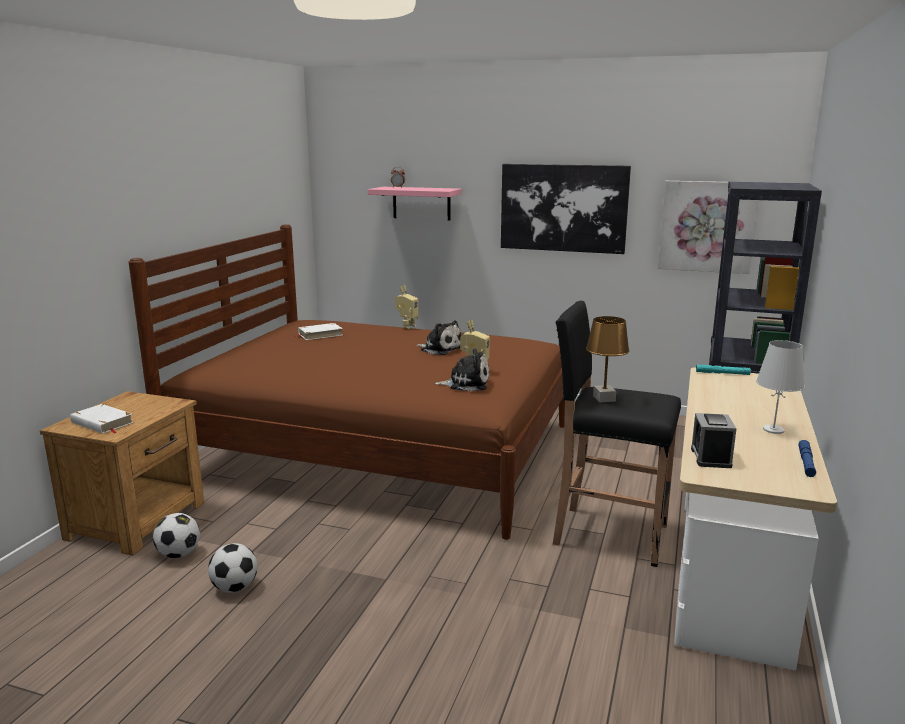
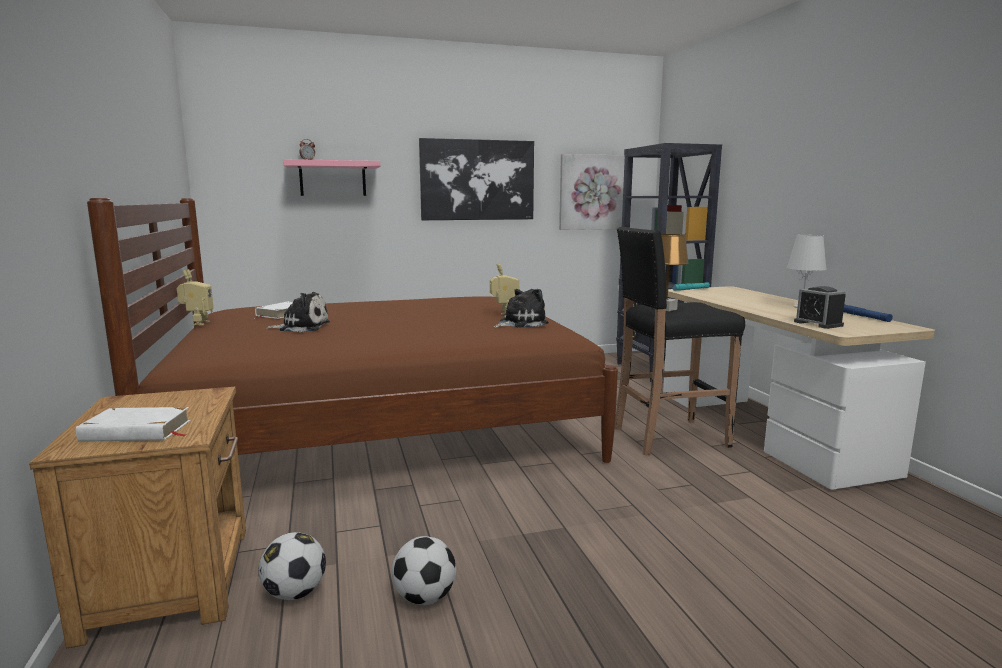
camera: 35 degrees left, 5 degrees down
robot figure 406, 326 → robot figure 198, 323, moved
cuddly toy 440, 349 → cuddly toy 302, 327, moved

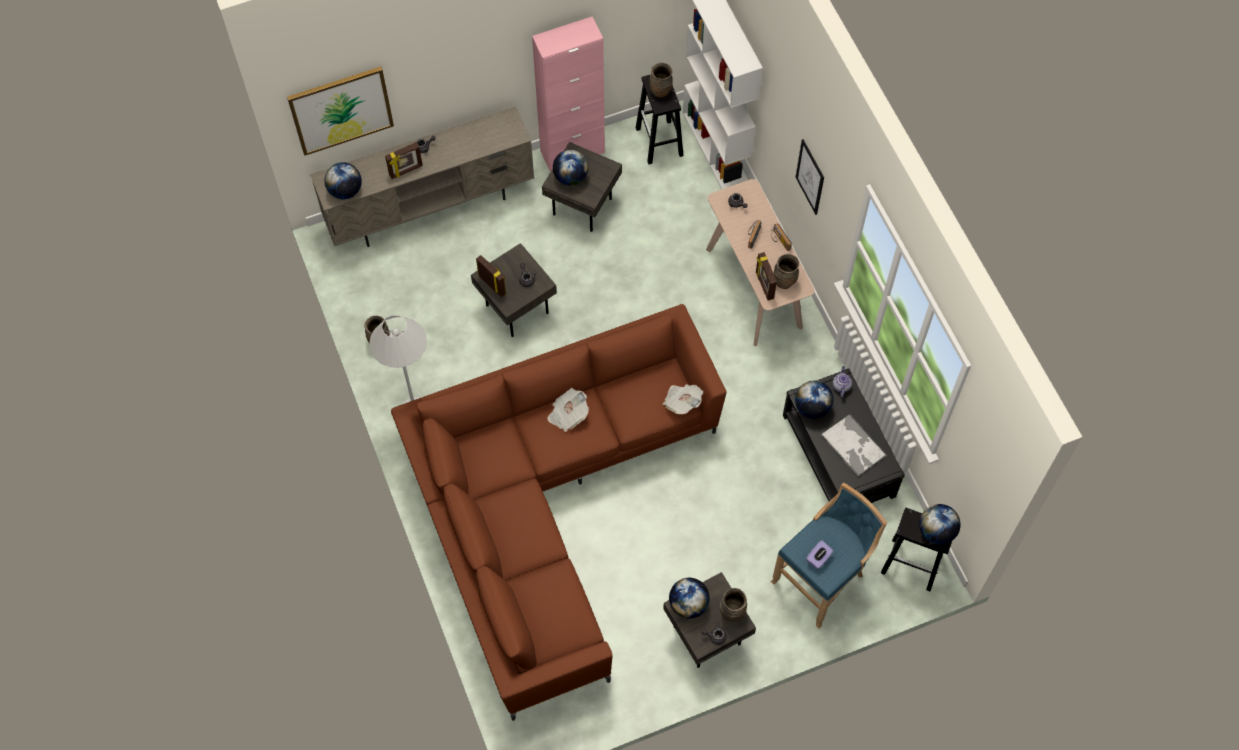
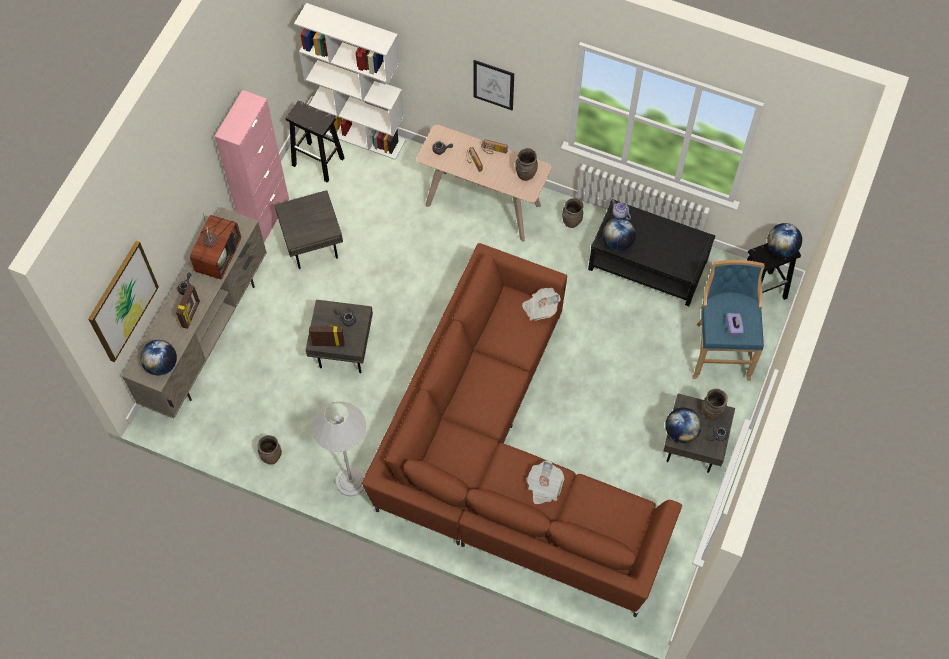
camera: 45 degrees left, 0 degrees up
brownish flower vase 660, 91 → brownish flower vase 571, 222, moved
desk globe 570, 177 → -
standing frame 764, 285 → -
daily paper 567, 414 → daily paper 544, 487, moved
tray 853, 445 → -
- → television 217, 254

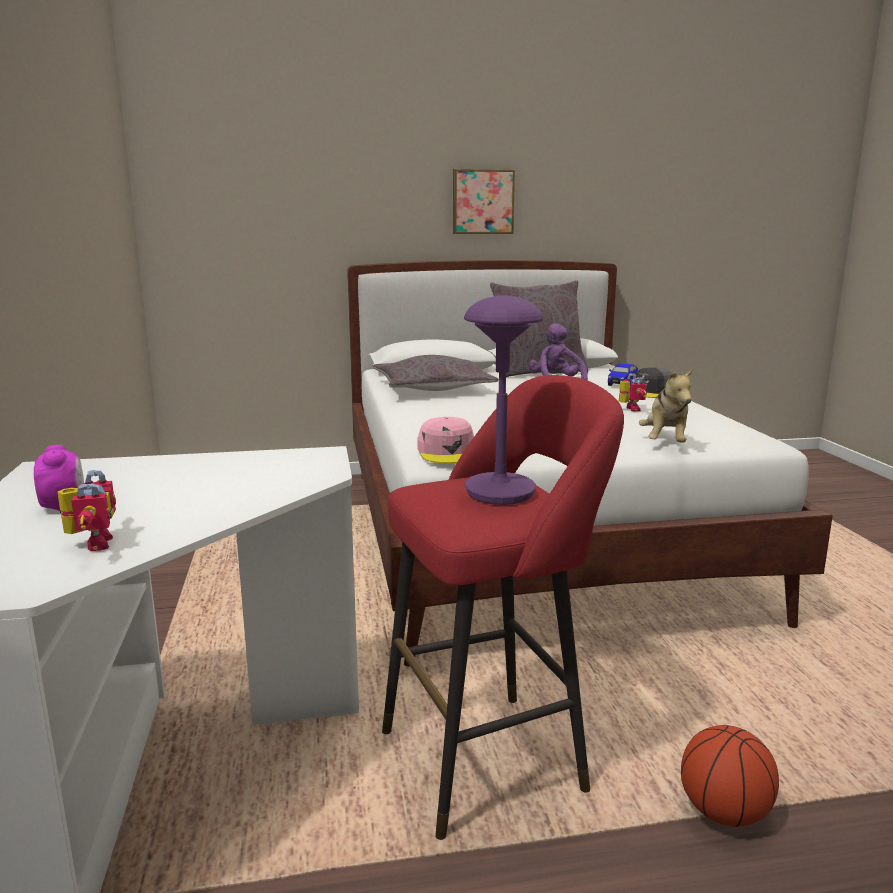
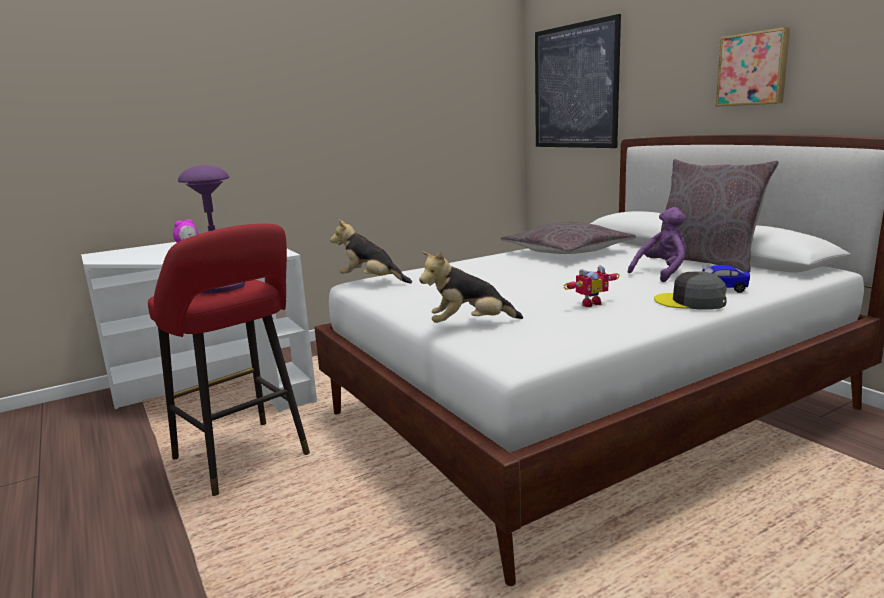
camera: 70 degrees right, 0 degrees up
pink-coloured baseball cap 448, 452 → cuddly toy 371, 281
robot figure 91, 544 → -
basketball 724, 813 → -
- → wall picture 575, 87

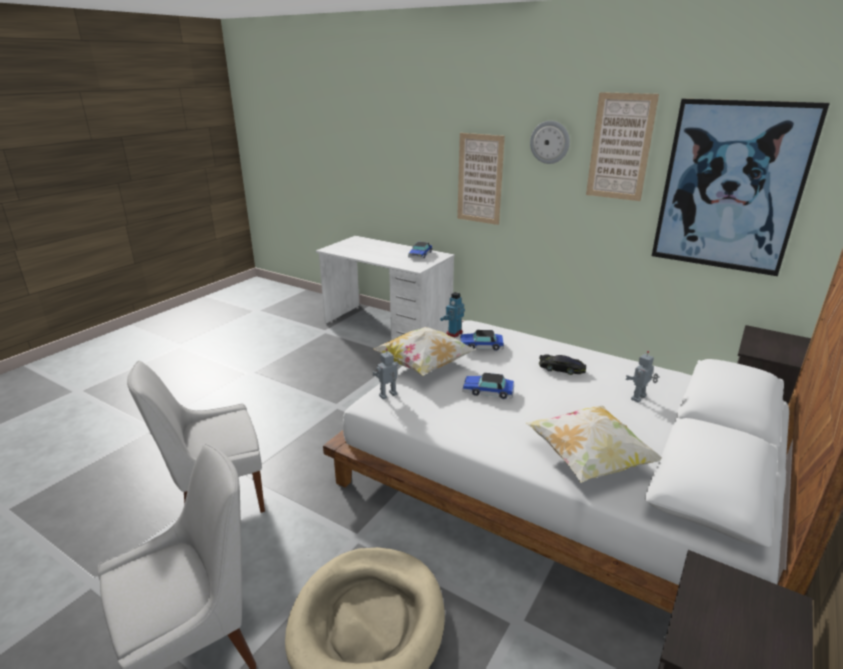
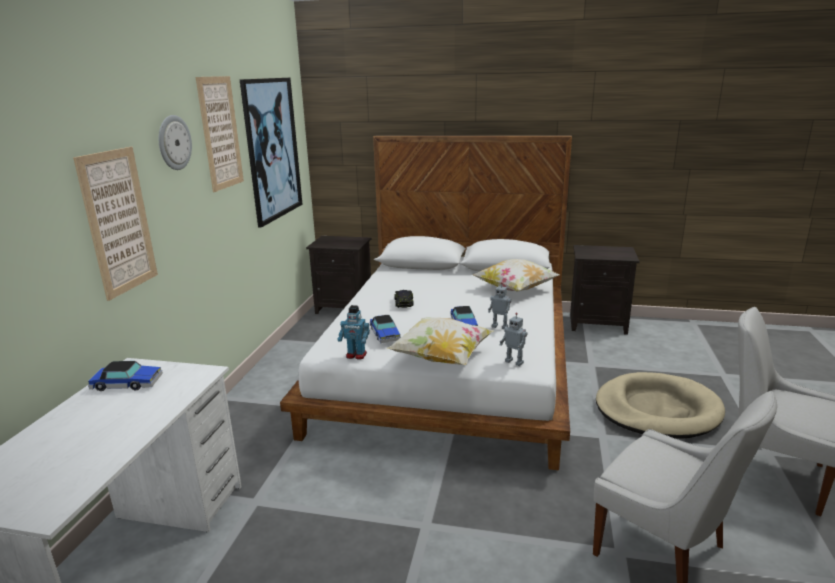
camera: 110 degrees left, 5 degrees down
robot figure 639, 398 → robot figure 500, 326, moved

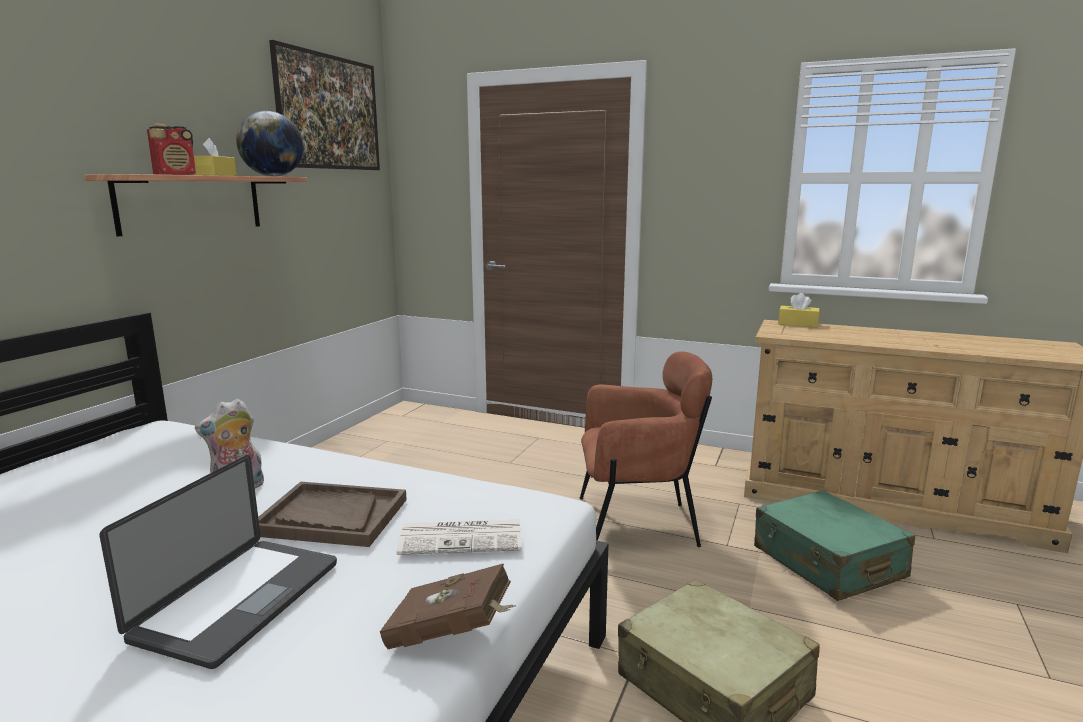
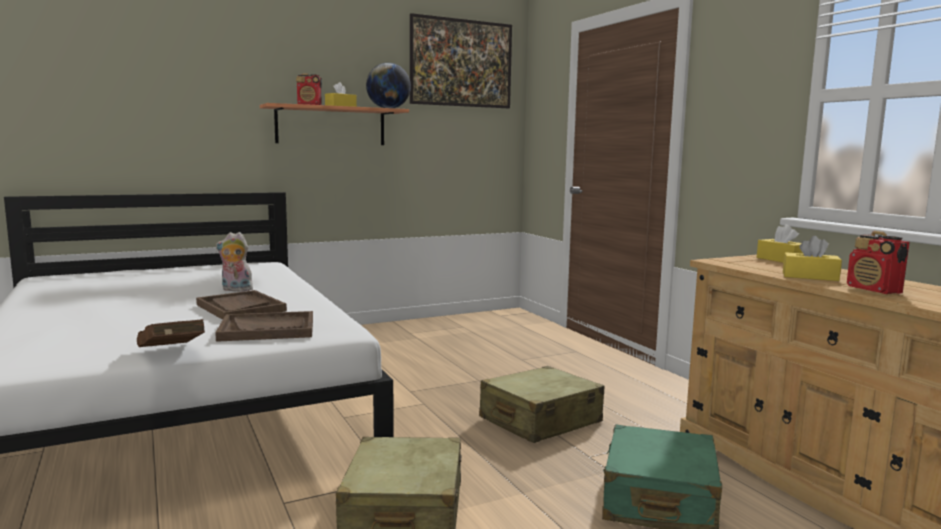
camera: 40 degrees right, 5 degrees down
brownish armchair 636, 525 → beige suitcase 540, 421
portable computer 239, 601 → -
daily paper 463, 538 → brownish tray 268, 329
- → radio 874, 290
- → yellow-coloured box of tissues 810, 276

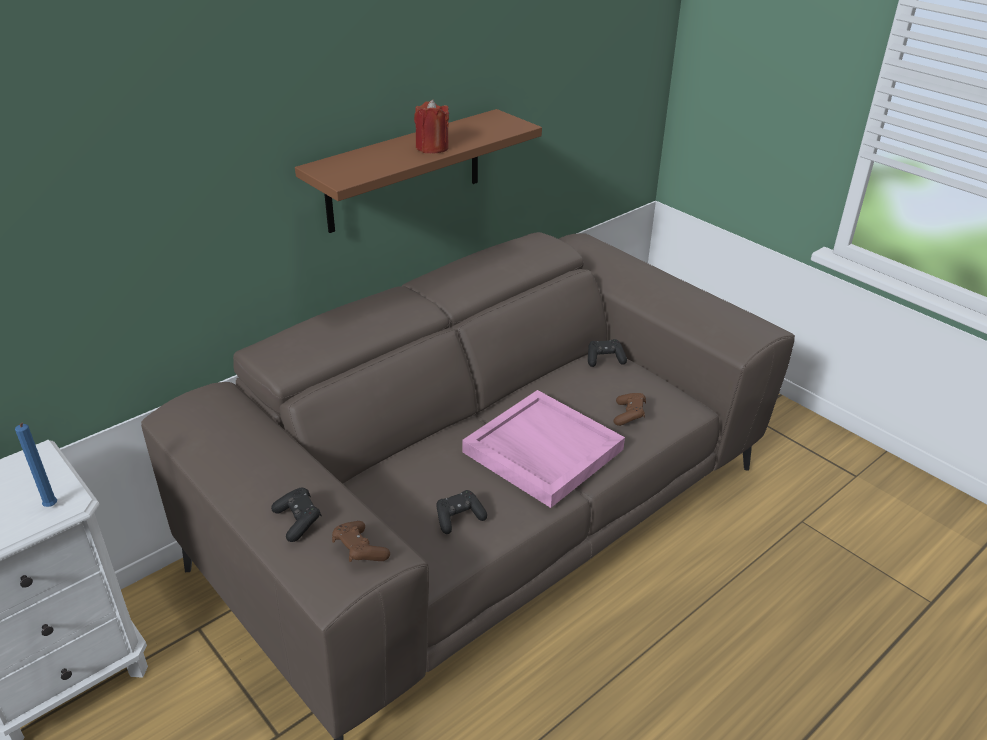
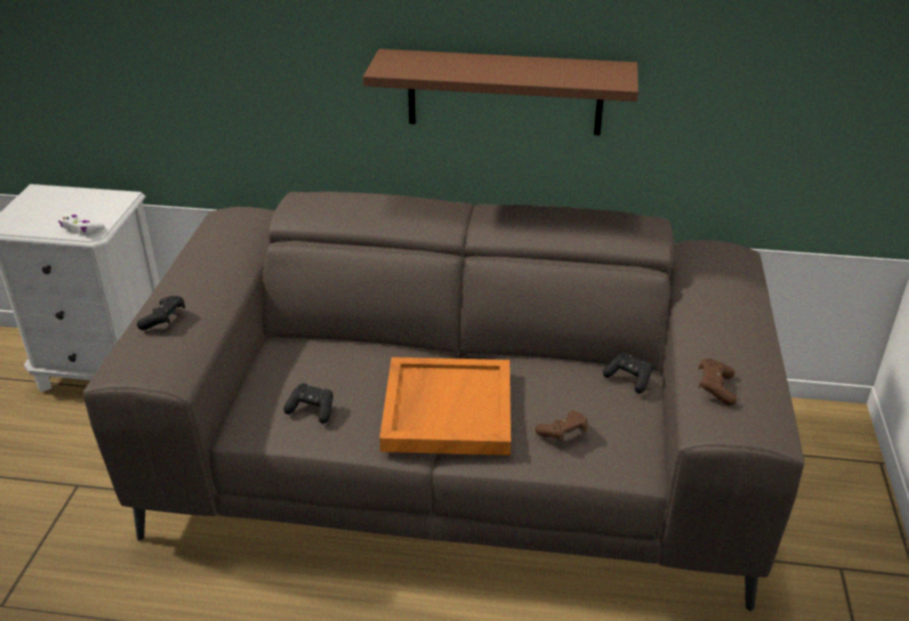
camera: 50 degrees right, 0 degrees up
reddish wax light 432, 148 → -
pink-coloured tray 541, 451 → orange-coloured tray 446, 409
blue wax light 51, 507 → whitish game controller 81, 229
brownish game controller 359, 551 → brownish game controller 715, 389, moved

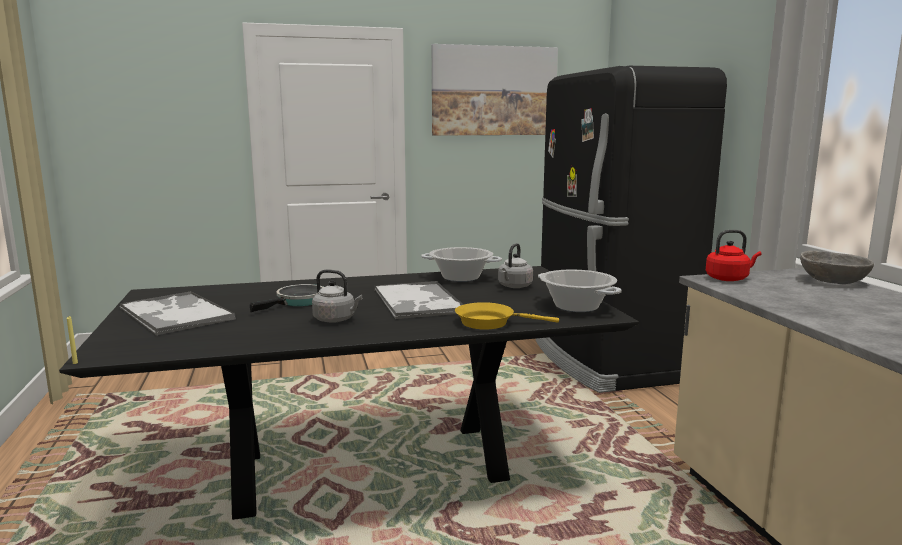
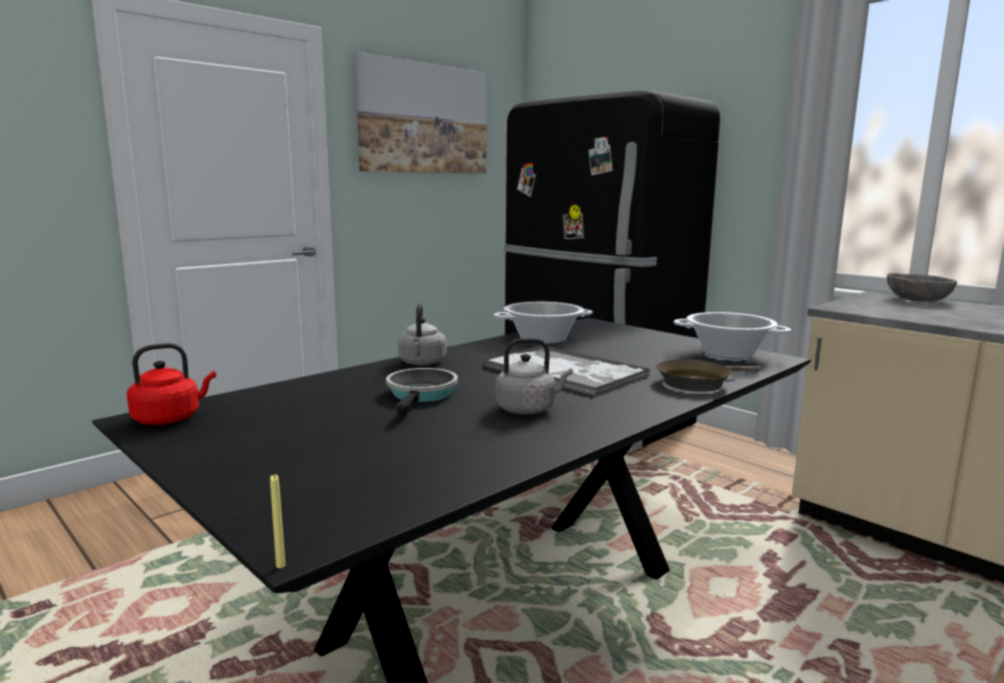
camera: 30 degrees left, 0 degrees up
reddish kettle 729, 279 → reddish kettle 170, 419, moved
grey kettle 514, 286 → grey kettle 422, 363, moved
tray 175, 314 → -
yellow-coloured skillet 490, 322 → brownish skillet 697, 382

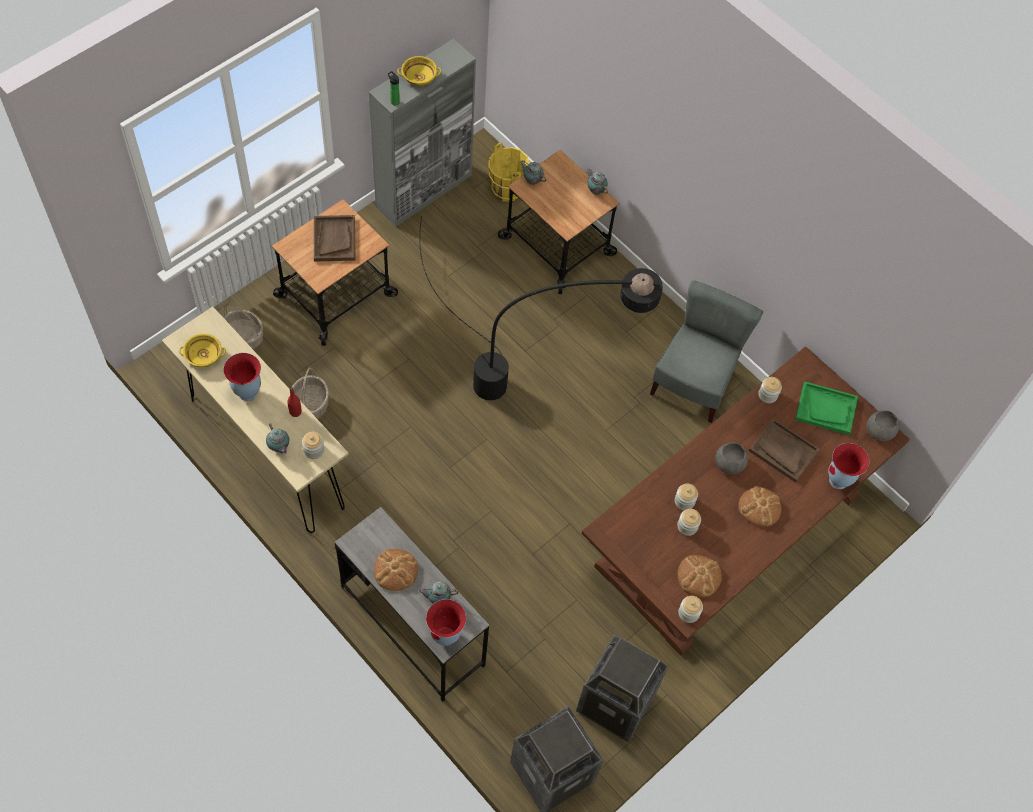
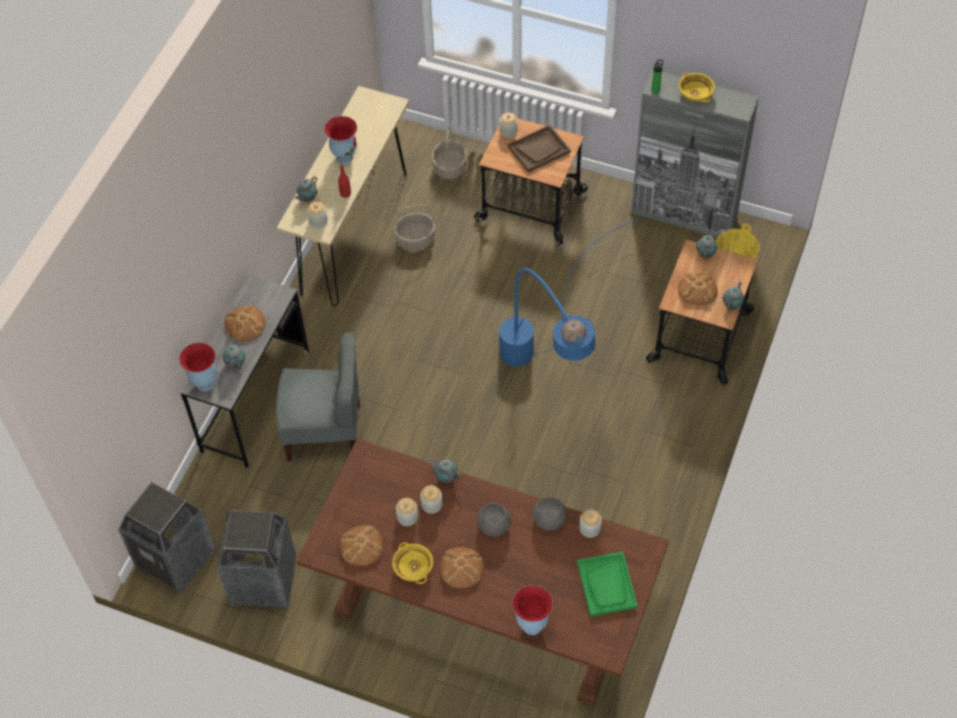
camera: 70 degrees right, 5 degrees down
black standard lamp 532, 372 → blue standard lamp 551, 377
grey upright chair 693, 383 → grey upright chair 324, 431, moved
yellow-coloured bowl 203, 356 → yellow-coloured bowl 413, 567, moved
grey bowl 879, 431 → grey bowl 548, 519, moved
brownish tray 783, 451 → -
storage jar 688, 613 → storage jar 508, 131, moved
- → baked bread 697, 290
- → teapot 445, 477

